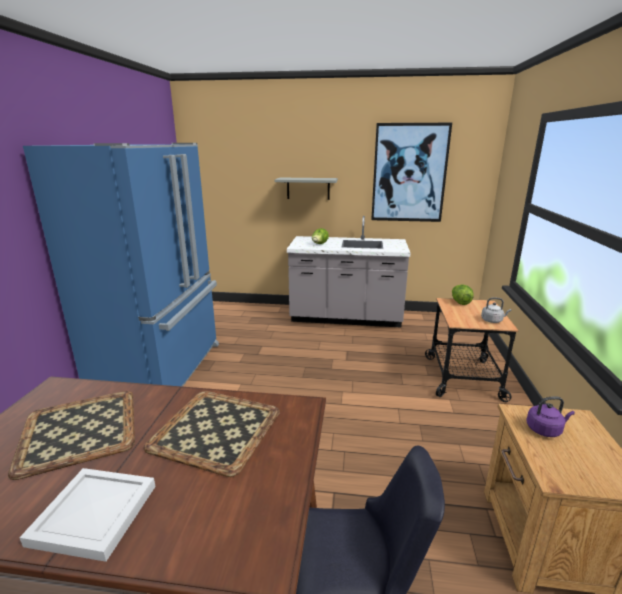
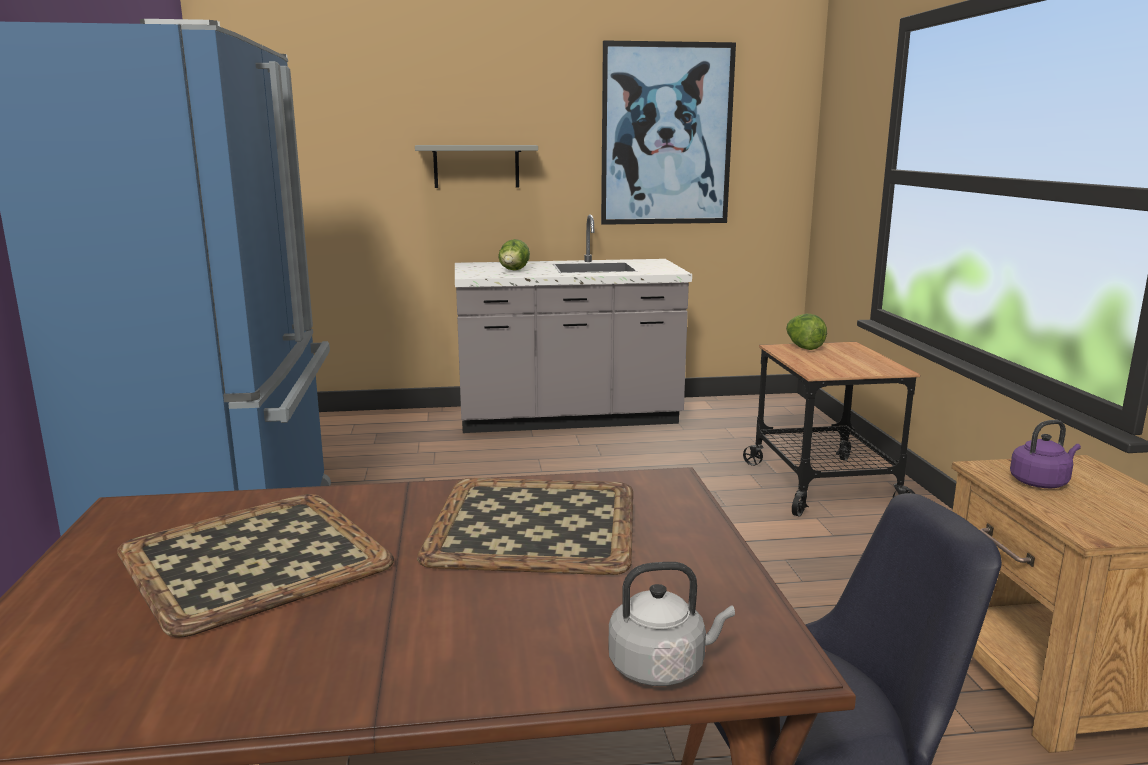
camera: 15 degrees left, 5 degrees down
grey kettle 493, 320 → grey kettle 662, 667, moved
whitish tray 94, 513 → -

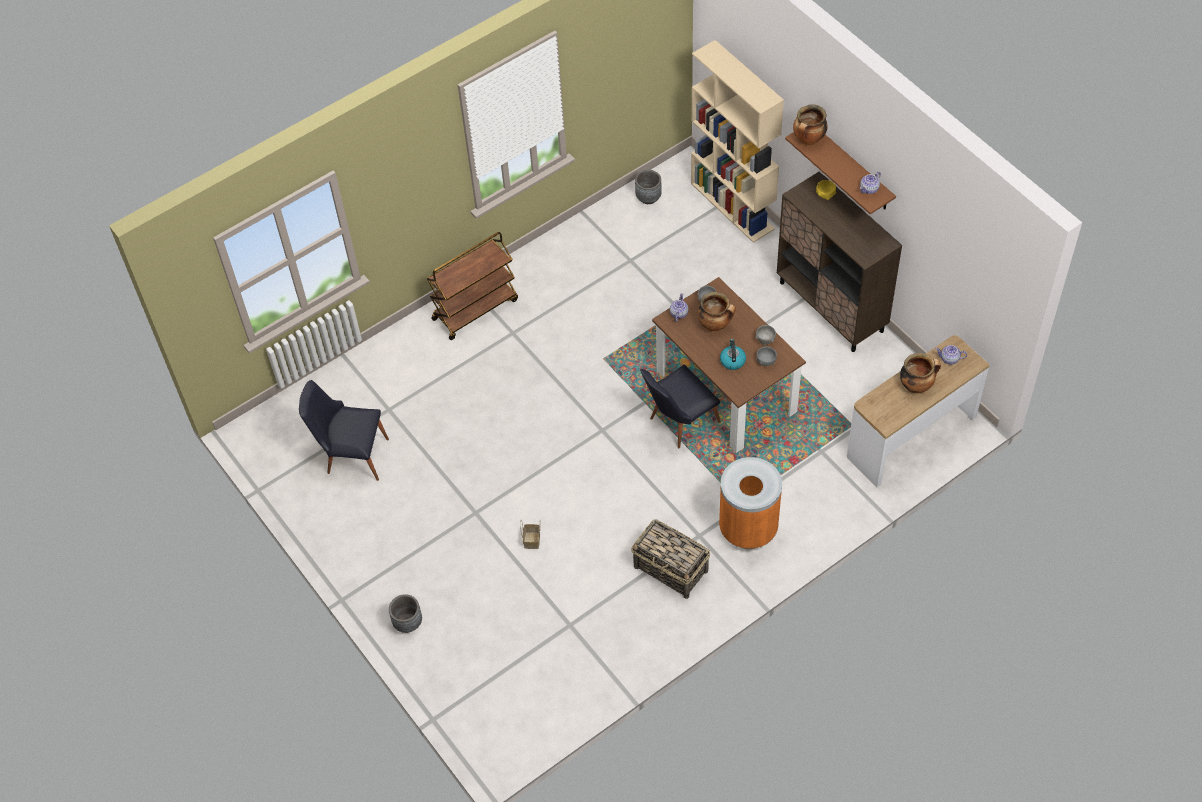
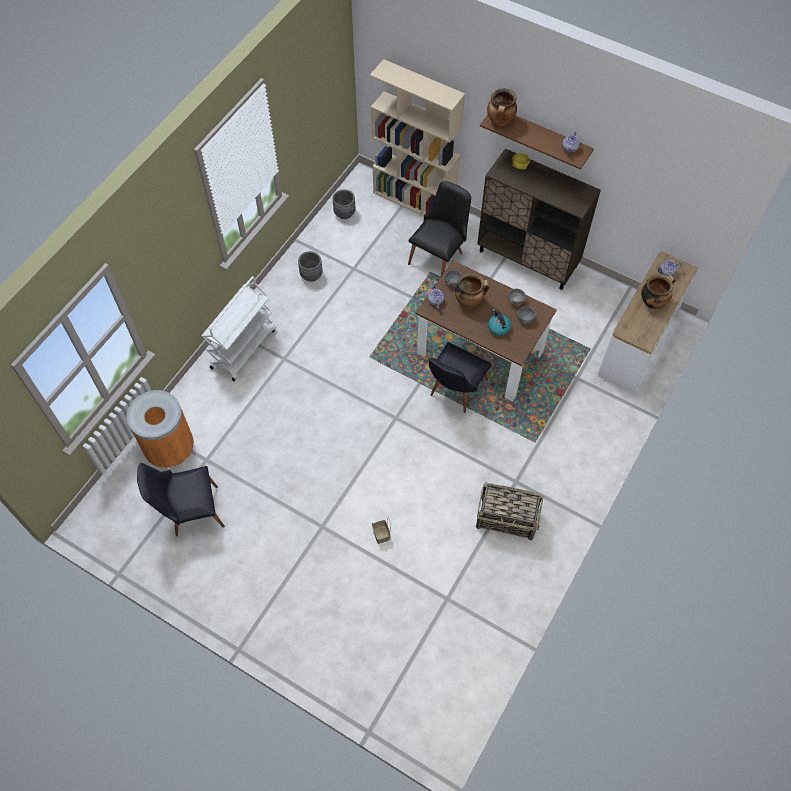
camera: 25 degrees left, 5 degrees up
brownish trolley 475, 309 → whitish trolley 243, 348
orange-coloured waste bin 748, 528 → orange-coloured waste bin 170, 449, moved
grey flower pot 408, 623 → grey flower pot 311, 275, moved
- → black upright chair 439, 255

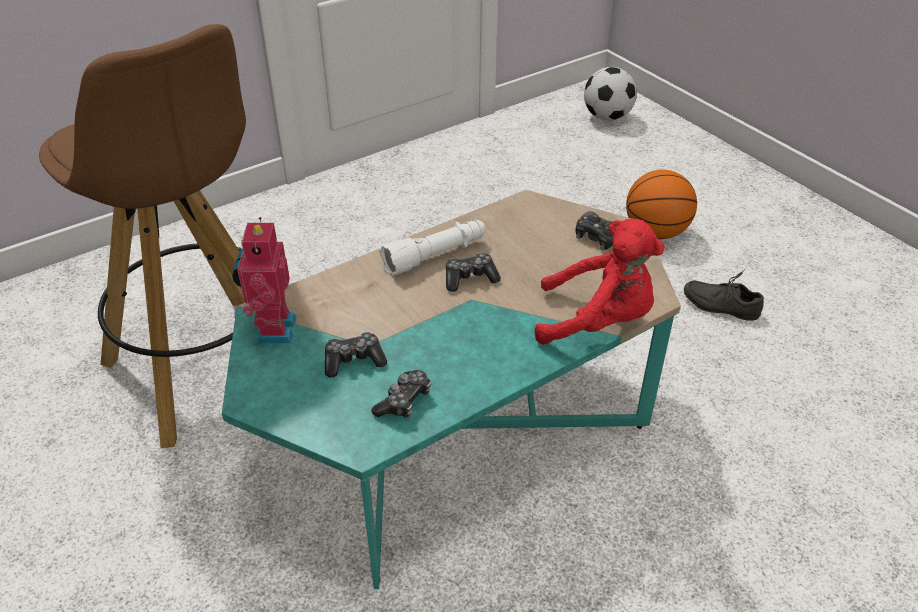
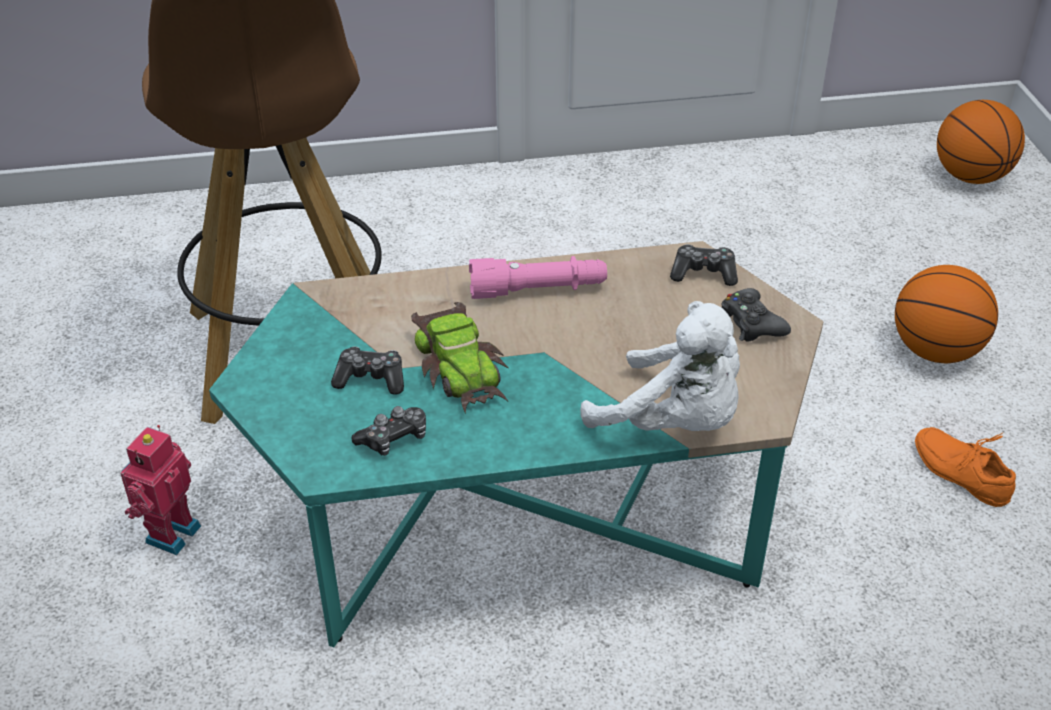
camera: 25 degrees right, 0 degrees up
football ball 607, 117 → basketball 970, 176
robot figure 272, 329 → robot figure 170, 533, moved
reddish cuddly toy 598, 321 → whitish cuddly toy 673, 423
whitish hand torch 436, 256 → pink-coloured hand torch 538, 290
game controller 470, 278 → game controller 703, 273, moved
grey shoe 721, 304 → orange-coloured shoe 962, 472
- → toy car 461, 367

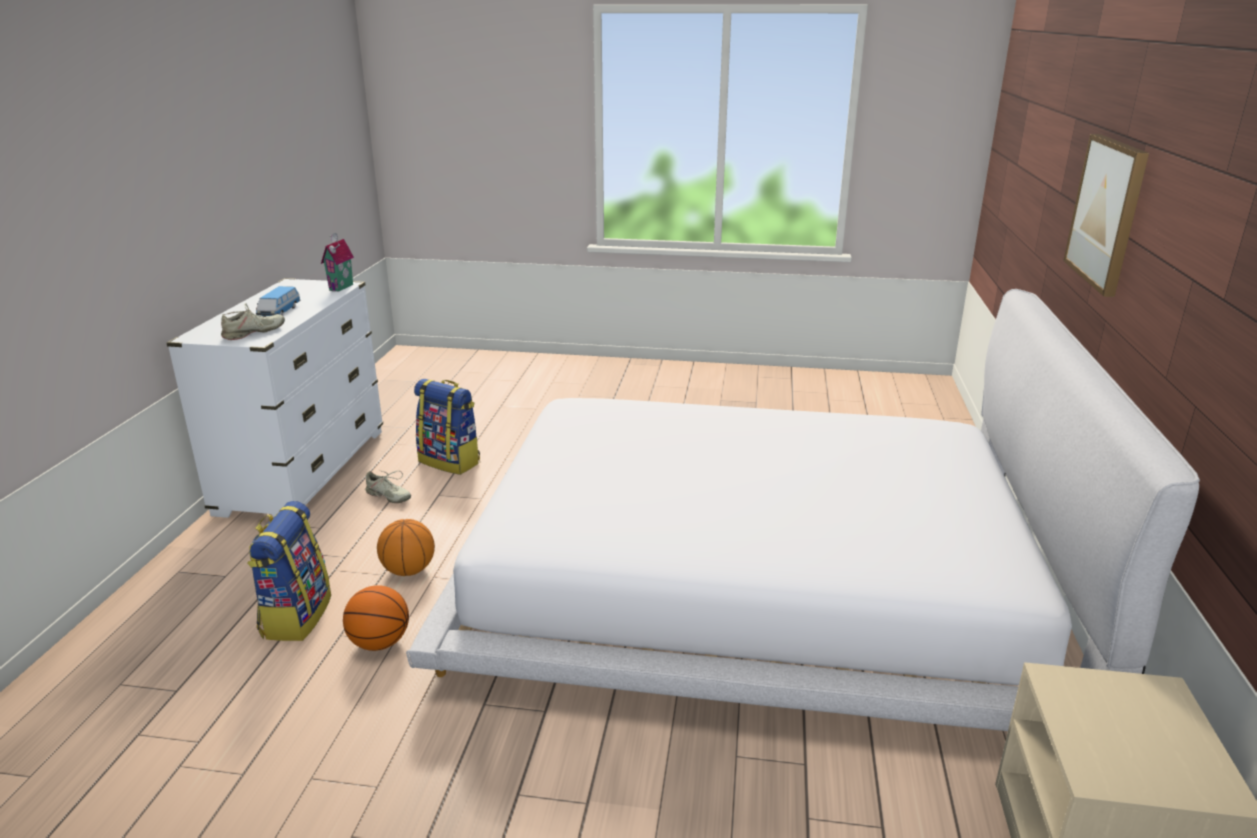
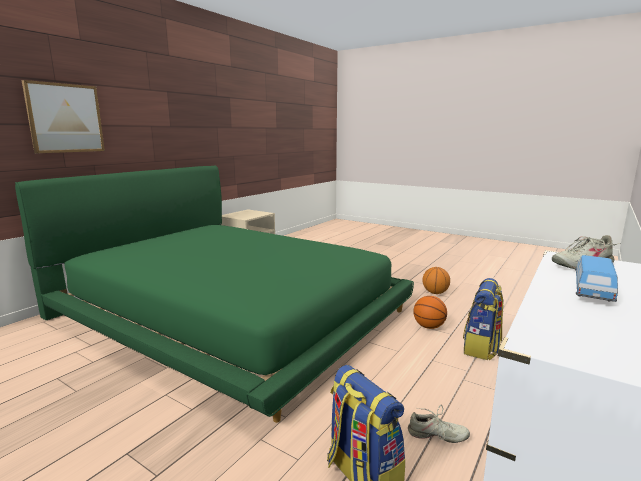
camera: 155 degrees left, 10 degrees down
toy house 342, 287 → -
whitish bed 757, 579 → green-coloured bed 229, 312
beige shoe 388, 496 → beige shoe 437, 435, 135 degrees clockwise
basketball 408, 570 → basketball 435, 292, moved

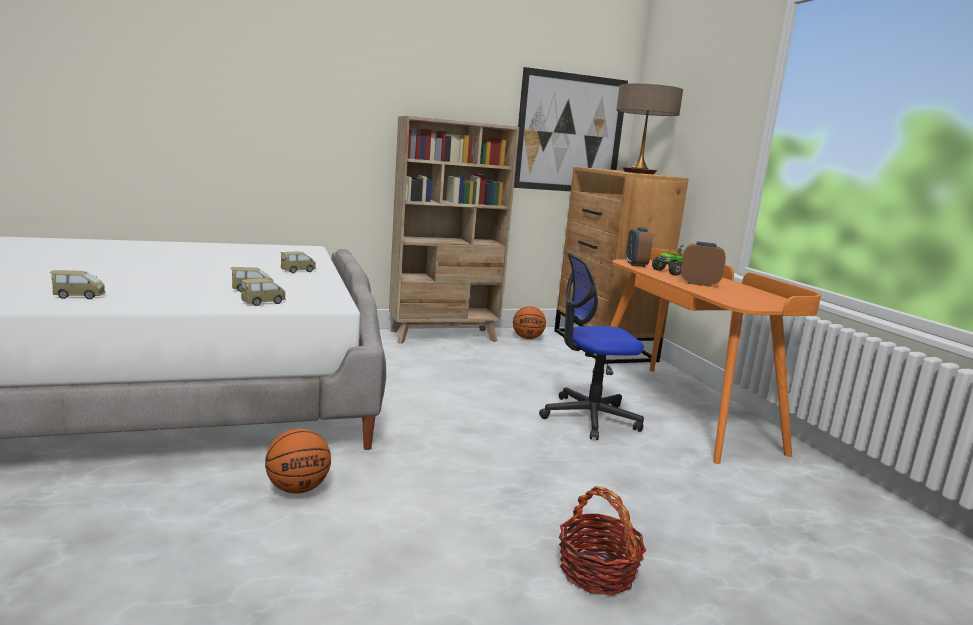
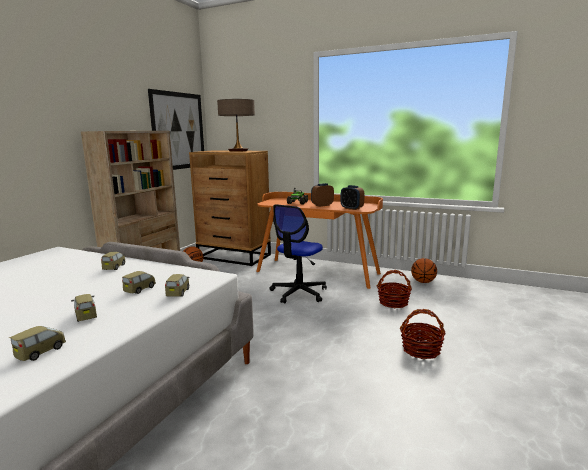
camera: 45 degrees left, 0 degrees up
table clock 636, 264 → table clock 351, 208, moved
basketball 298, 489 → basketball 423, 282, moved
- → basket 393, 302
- → toy car 86, 315

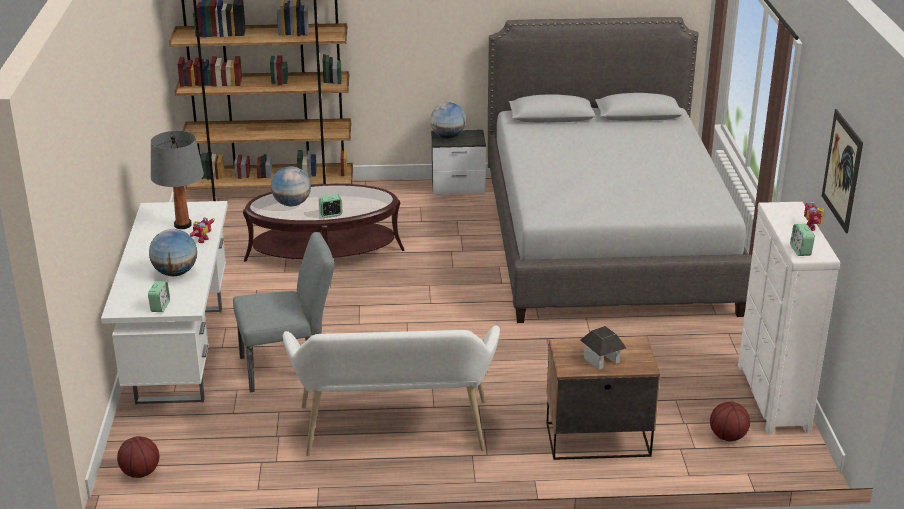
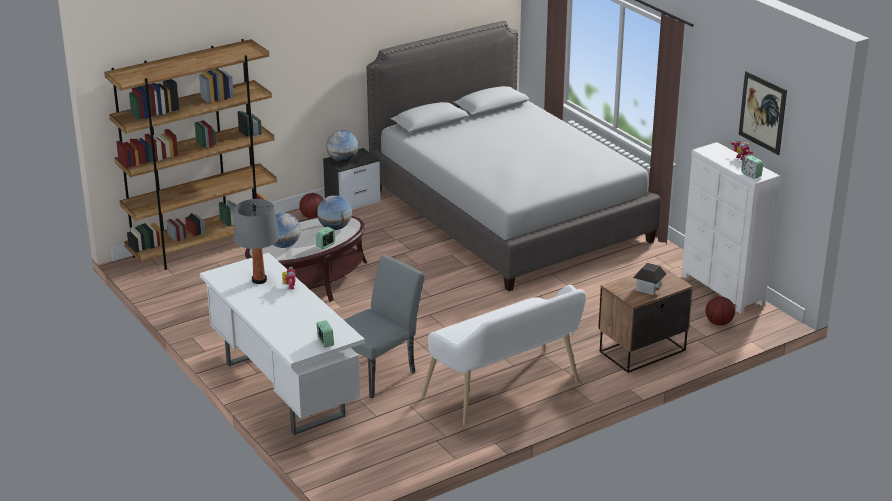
camera: 30 degrees left, 0 degrees up
desk globe 175, 273 → desk globe 335, 228, moved
basketball 140, 473 → basketball 312, 217, moved

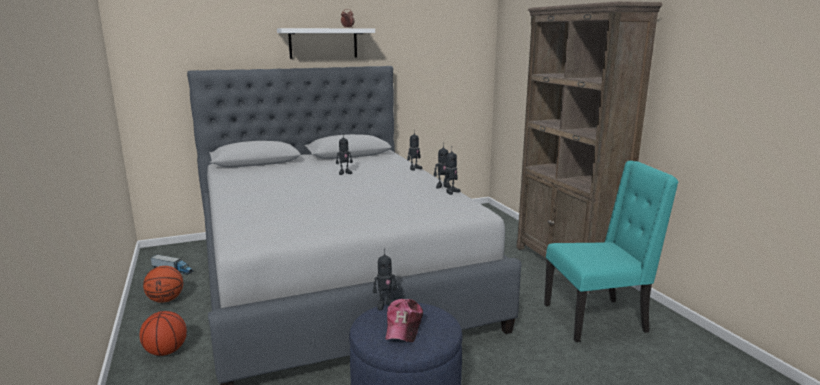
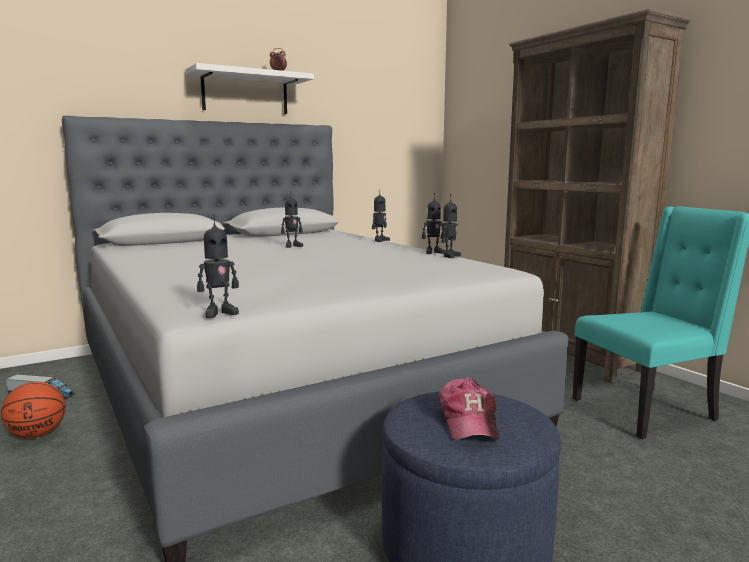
camera: 10 degrees left, 5 degrees down
robot figure 385, 305 → robot figure 220, 313, moved
basketball 166, 352 → -

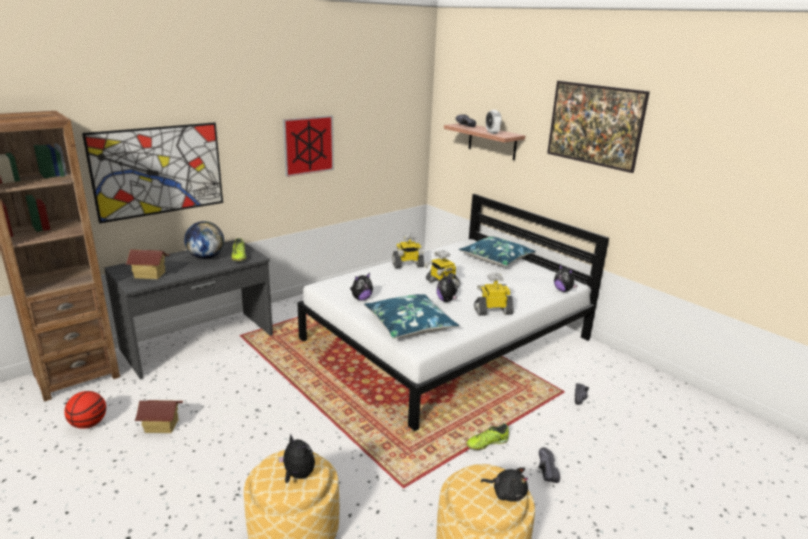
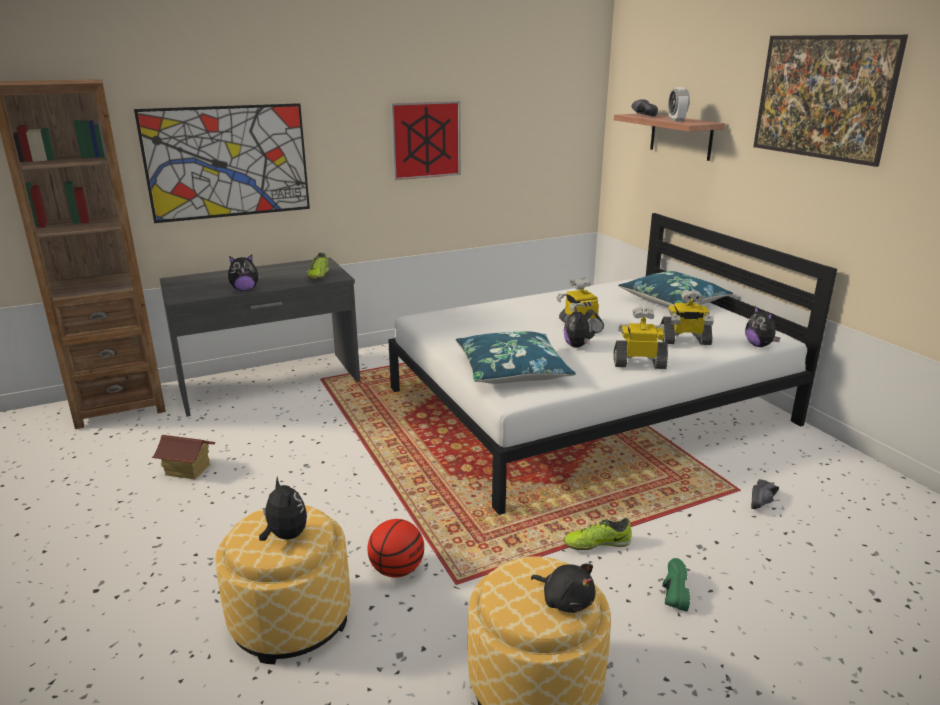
camera: 15 degrees right, 0 degrees up
desk globe 206, 257 → -
robot figure 407, 265 → robot figure 684, 340, moved
toy house 150, 275 → -
cuddly toy 361, 299 → cuddly toy 245, 289, moved
basketball 88, 424 → basketball 397, 570, moved
black shoe 544, 471 → green-coloured shoe 671, 592

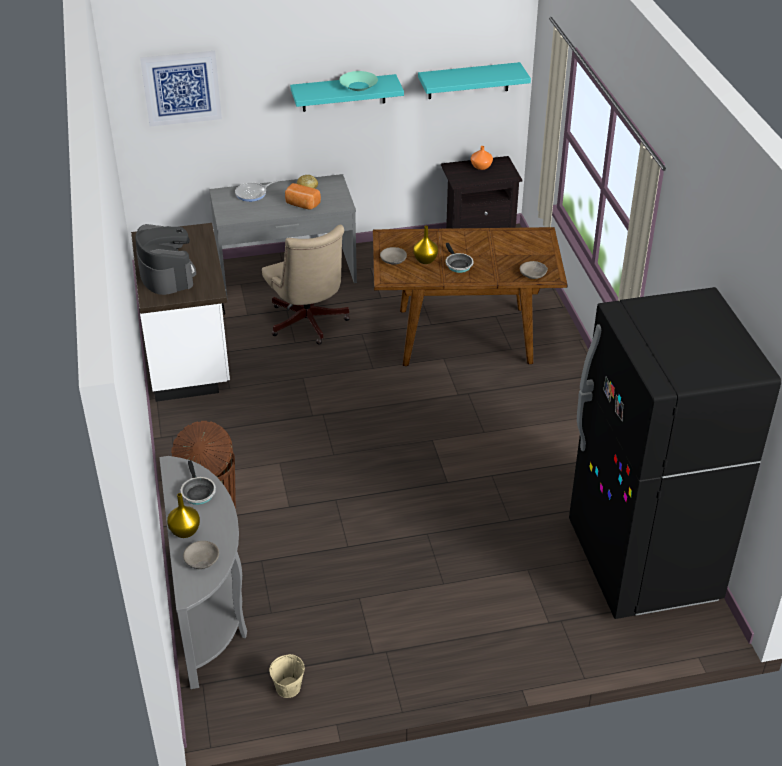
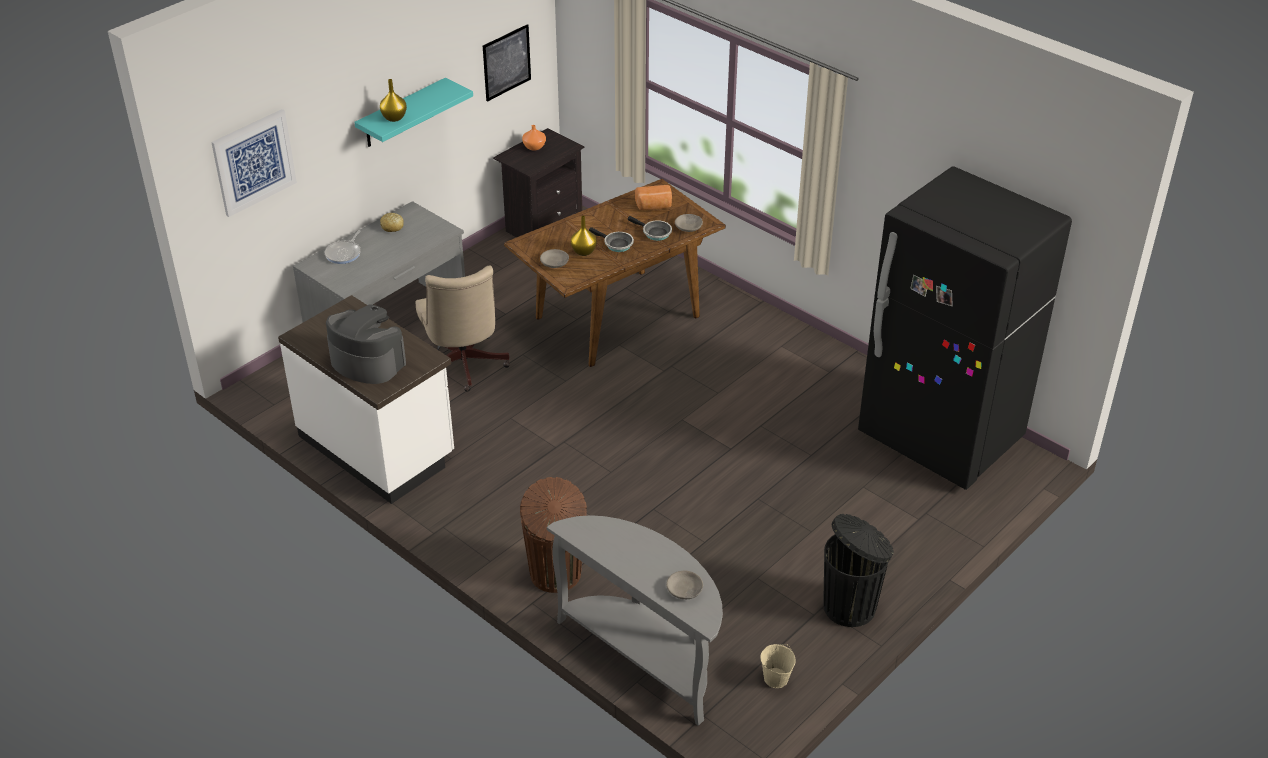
camera: 35 degrees left, 0 degrees up
turquoise wall shelf 468, 81 → wall picture 506, 62
turquoise bowl 358, 86 → -
baked bread 301, 205 → baked bread 654, 206, moved
beige office chair 308, 324 → beige office chair 463, 367, 45 degrees clockwise
skillet 197, 492 → skillet 654, 233, moved
yellow-coloured flower vase 184, 531 → yellow-coloured flower vase 393, 118, moved
- → black waste bin 851, 606

